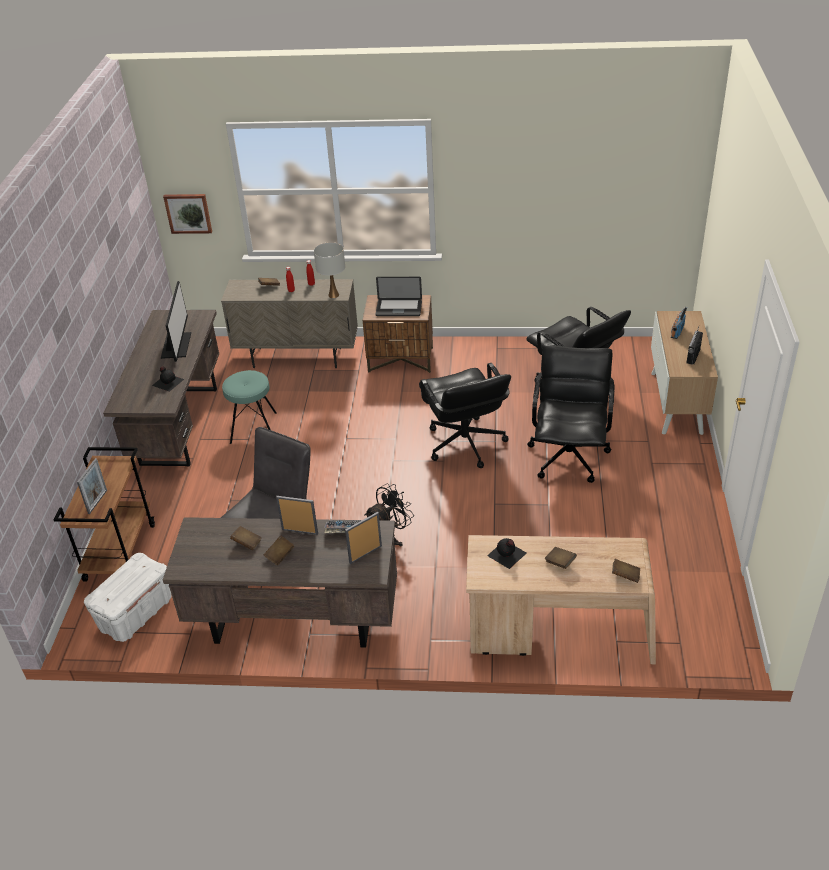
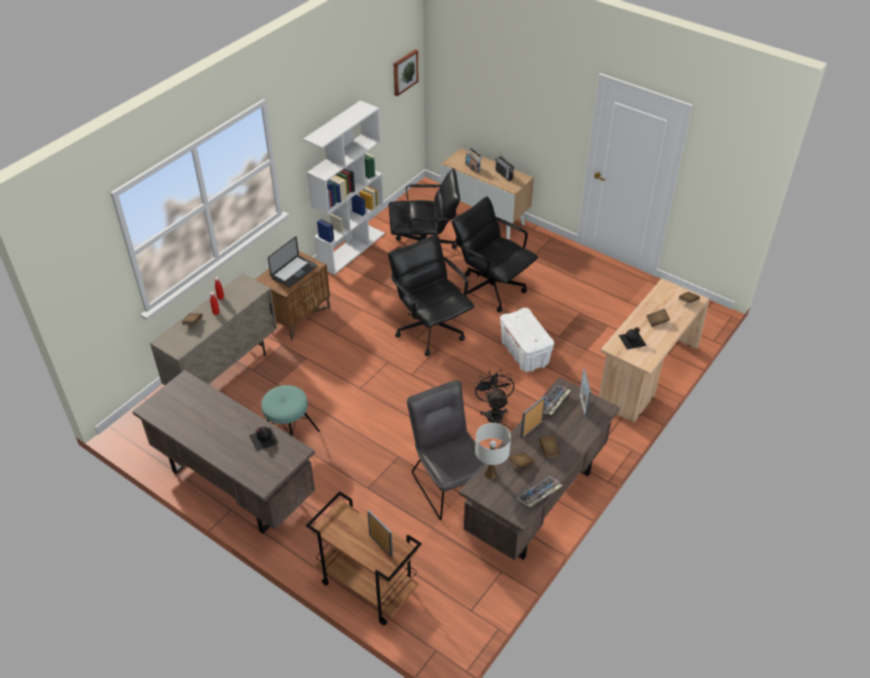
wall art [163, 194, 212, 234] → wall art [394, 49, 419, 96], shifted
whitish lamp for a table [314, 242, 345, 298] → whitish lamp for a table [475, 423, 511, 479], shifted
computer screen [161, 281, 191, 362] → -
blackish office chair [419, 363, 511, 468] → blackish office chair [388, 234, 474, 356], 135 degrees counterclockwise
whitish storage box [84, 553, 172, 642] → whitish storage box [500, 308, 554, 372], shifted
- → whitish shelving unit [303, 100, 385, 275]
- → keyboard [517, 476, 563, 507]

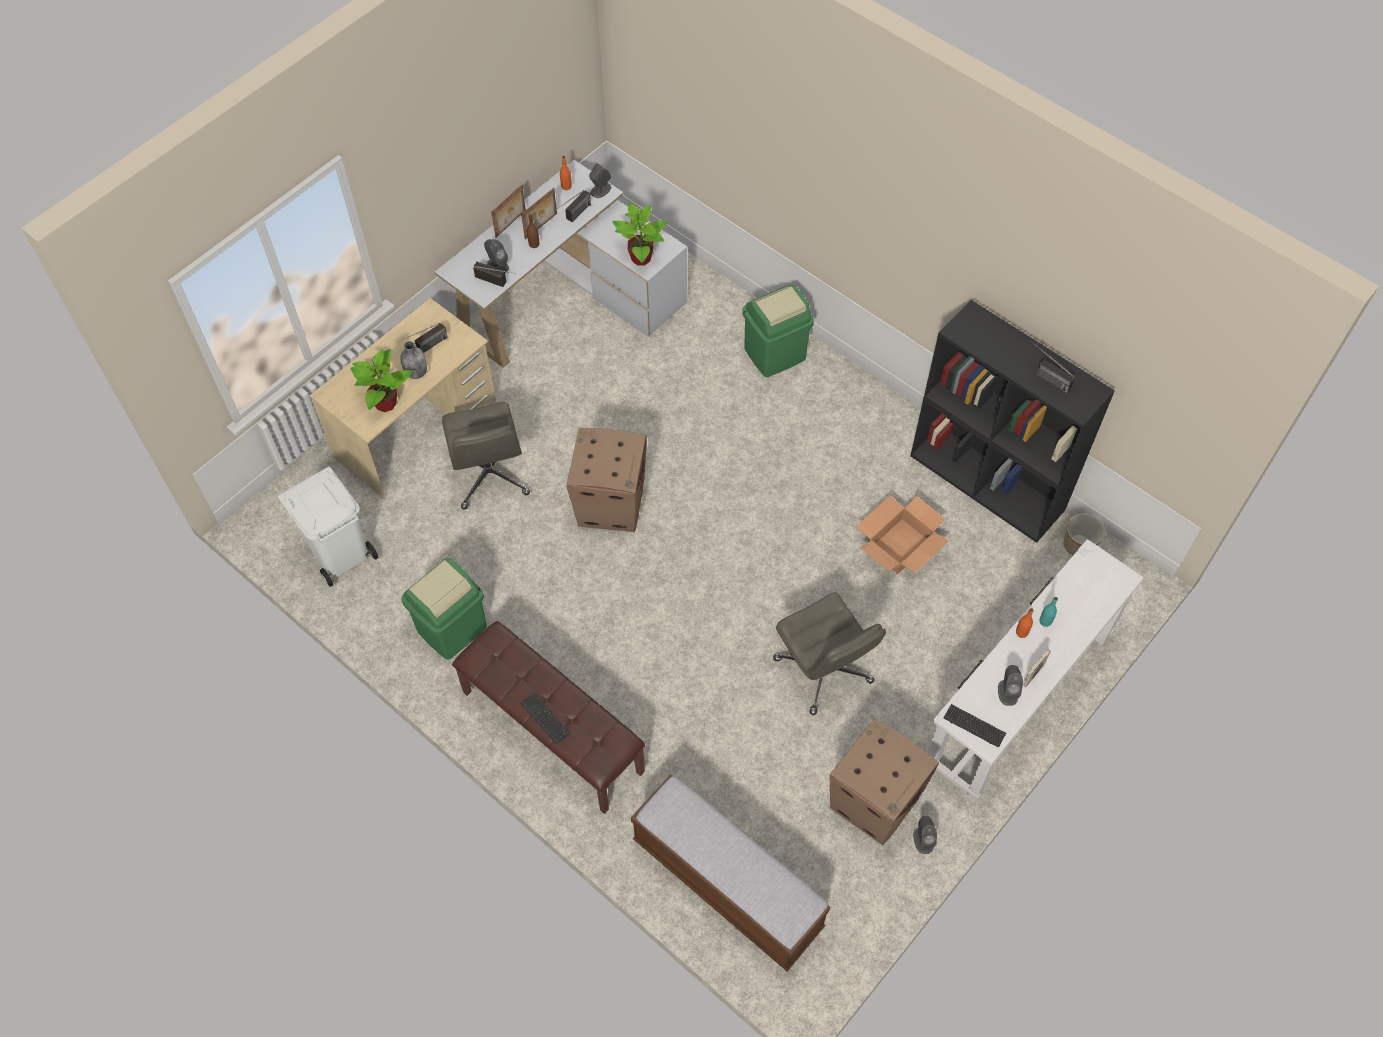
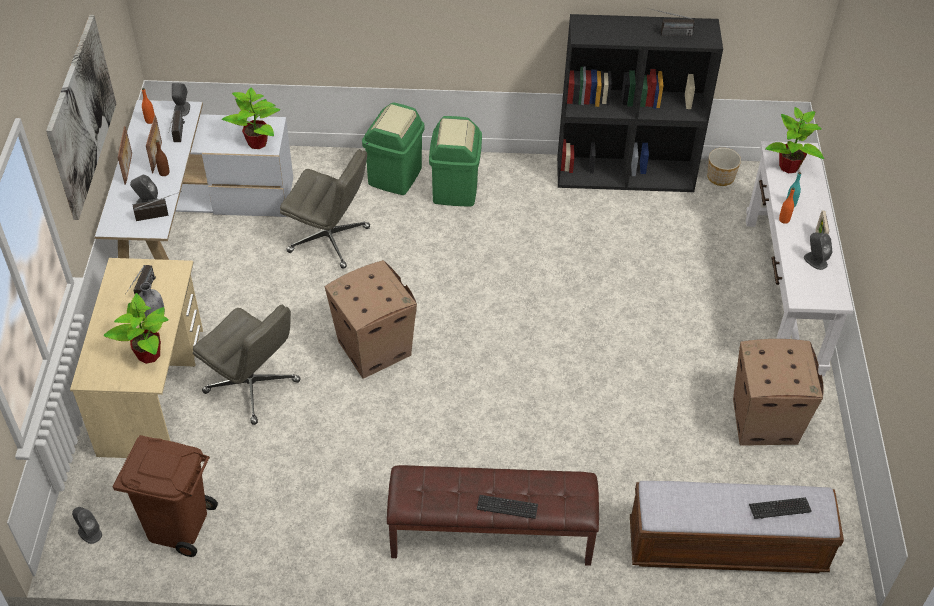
whitish trash can [278, 467, 379, 587] → brown-coloured trash can [113, 435, 218, 557]
cardboard box [856, 496, 949, 574] → -
greenish trash can [401, 558, 487, 660] → greenish trash can [429, 116, 482, 207], shifted
greyish office chair [773, 592, 886, 715] → greyish office chair [280, 149, 370, 269], shifted
keyboard [944, 704, 1006, 747] → keyboard [749, 497, 812, 519], shifted
greyish loudspeaker [913, 816, 937, 854] → greyish loudspeaker [72, 507, 102, 544], shifted
- → wall art [46, 15, 116, 220]
- → plant in a pot [765, 107, 824, 173]

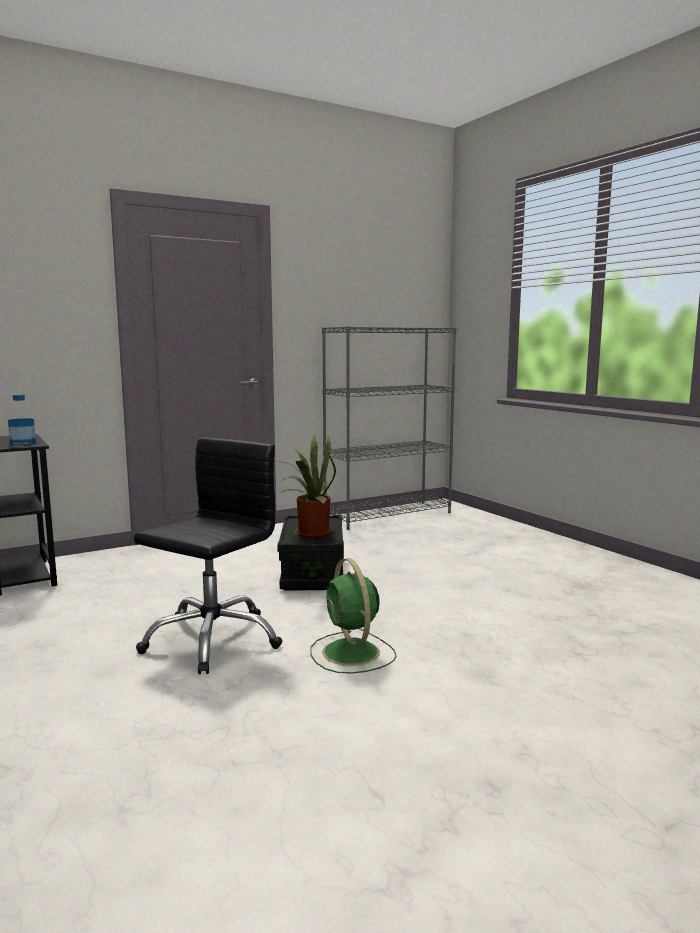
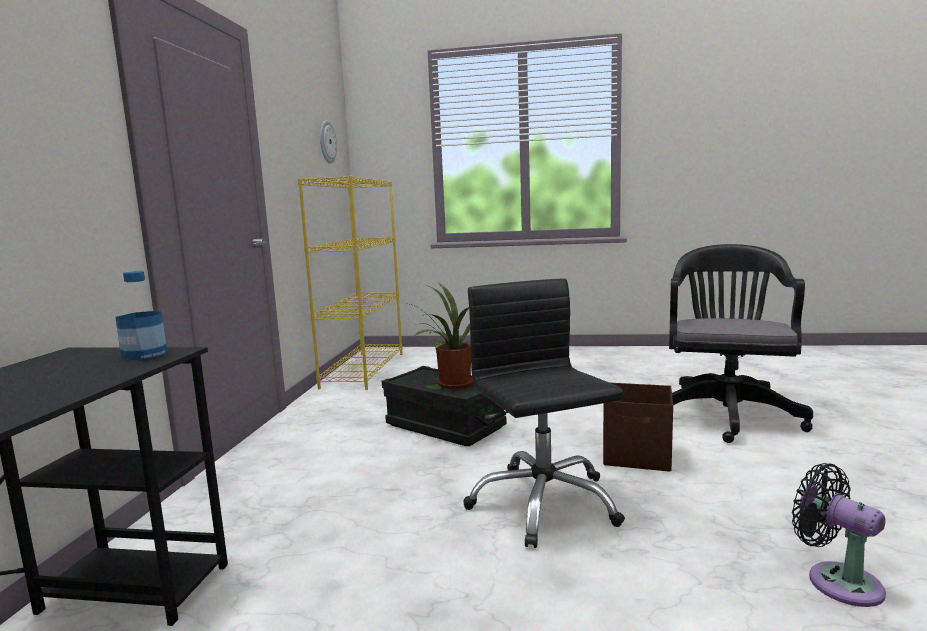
greyish shelving unit [322, 326, 456, 530] → yellow shelving unit [298, 176, 403, 390]
greenish cooling fan [310, 558, 396, 674] → brown-coloured storage box [603, 382, 673, 472]
- → wall clock [320, 120, 337, 164]
- → blackish office chair [669, 244, 813, 443]
- → blackish cooling fan [792, 463, 886, 607]

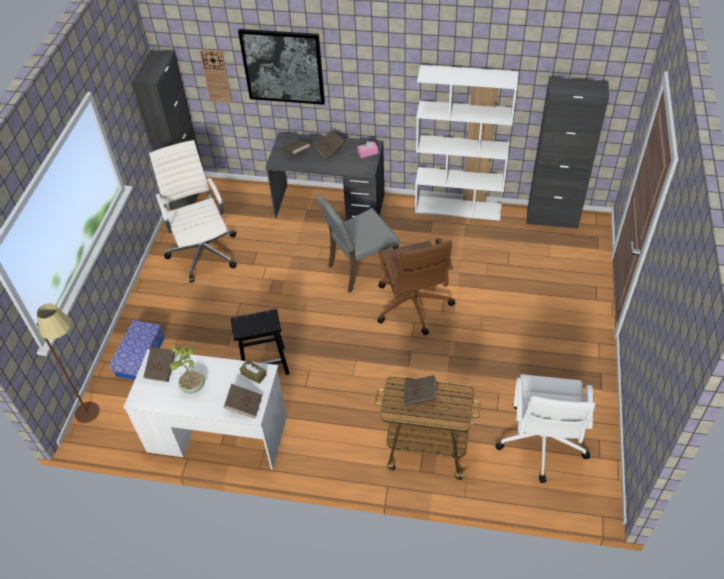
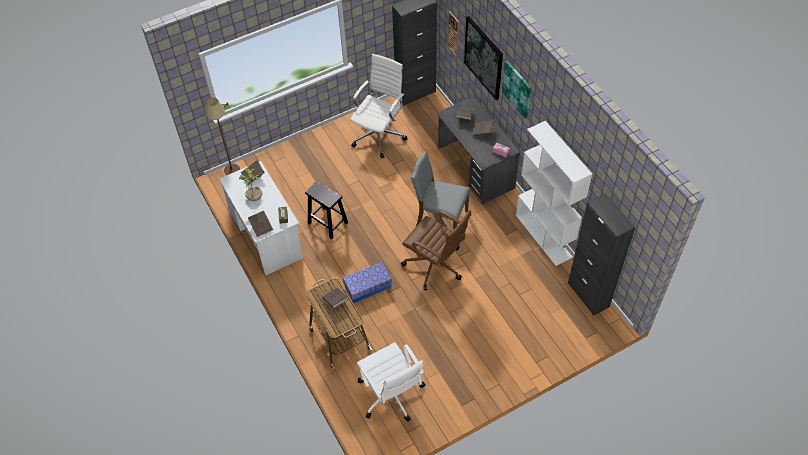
brown-coloured office chair [377, 238, 455, 335] → brown-coloured office chair [401, 210, 471, 290], 90 degrees counterclockwise
storage box [109, 320, 165, 380] → storage box [343, 262, 392, 303], shifted
whitish office chair [495, 374, 595, 483] → whitish office chair [357, 342, 426, 422], 90 degrees counterclockwise
- → wall art [502, 60, 532, 119]

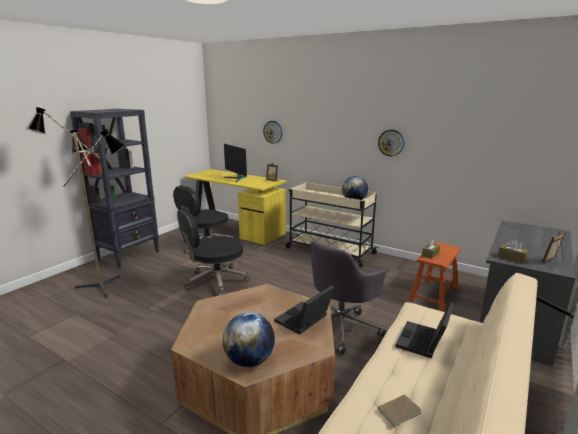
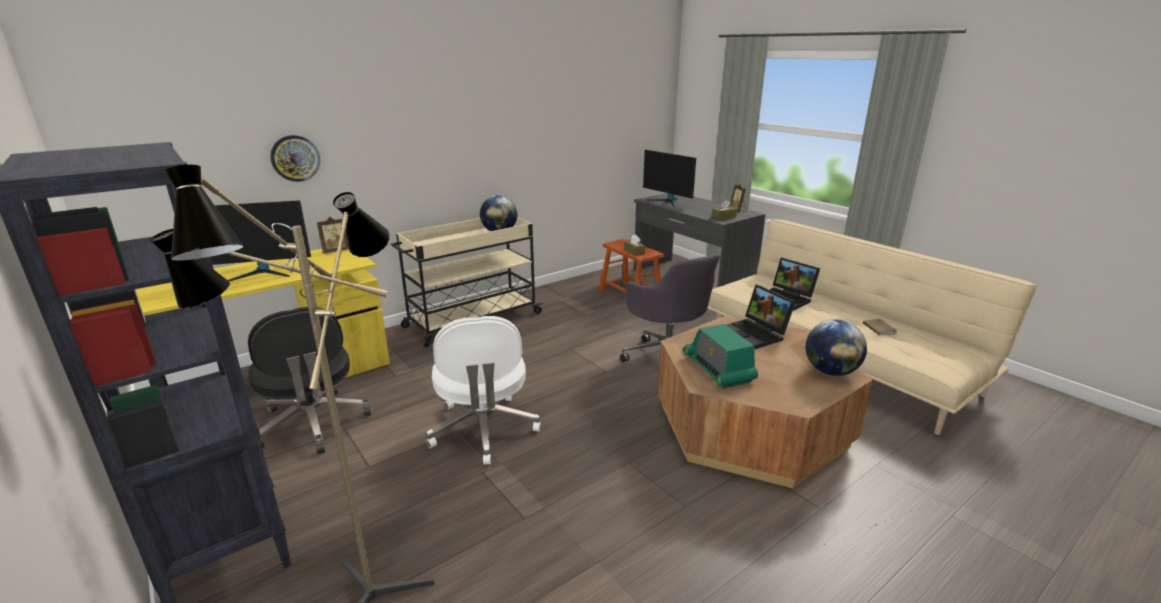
wall clock [378, 129, 404, 156] → -
blackish office chair [177, 208, 250, 296] → whitish office chair [426, 316, 541, 464]
- → computer screen [643, 150, 696, 207]
- → radio [683, 324, 758, 388]

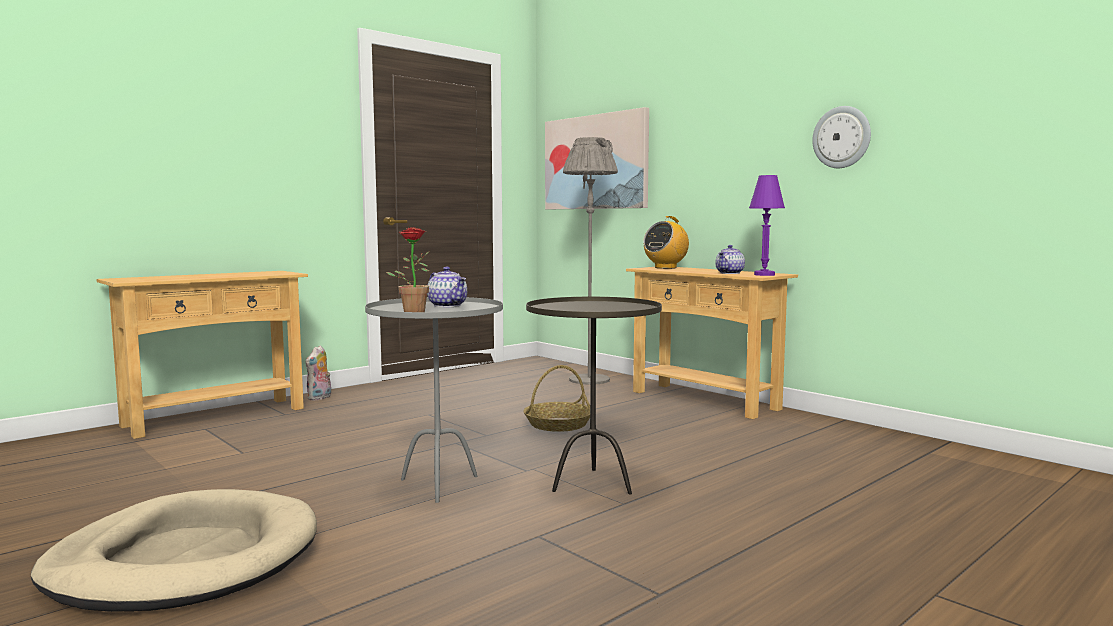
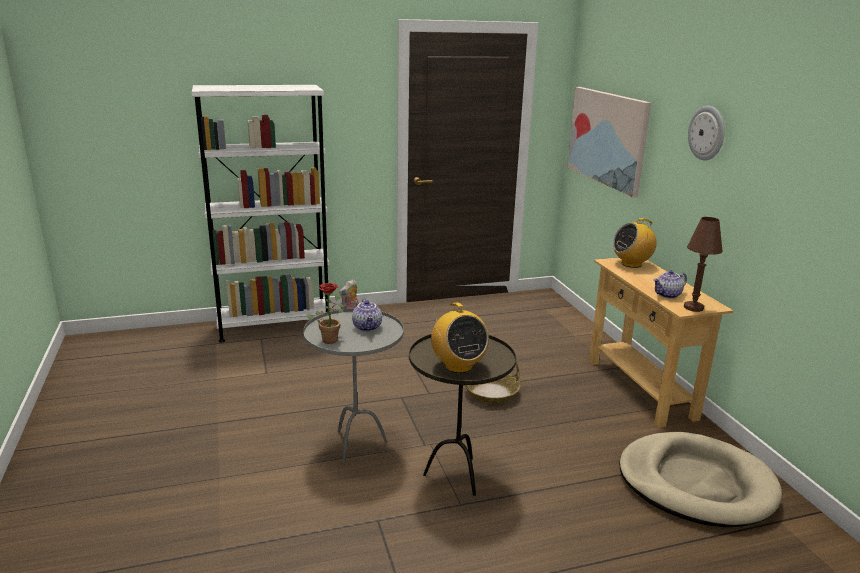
wall clock [812, 106, 871, 168] → wall clock [688, 106, 725, 161], shifted
greyish standing lamp [563, 137, 618, 385] → -
purple lamp for a table [749, 175, 785, 276] → brown-coloured lamp for a table [684, 217, 723, 312]
beige hall table [97, 271, 308, 439] → whitish shelving unit [192, 85, 329, 343]
beige dog cushion [31, 489, 317, 612] → beige dog cushion [619, 432, 782, 527], shifted
- → radio [431, 302, 489, 373]

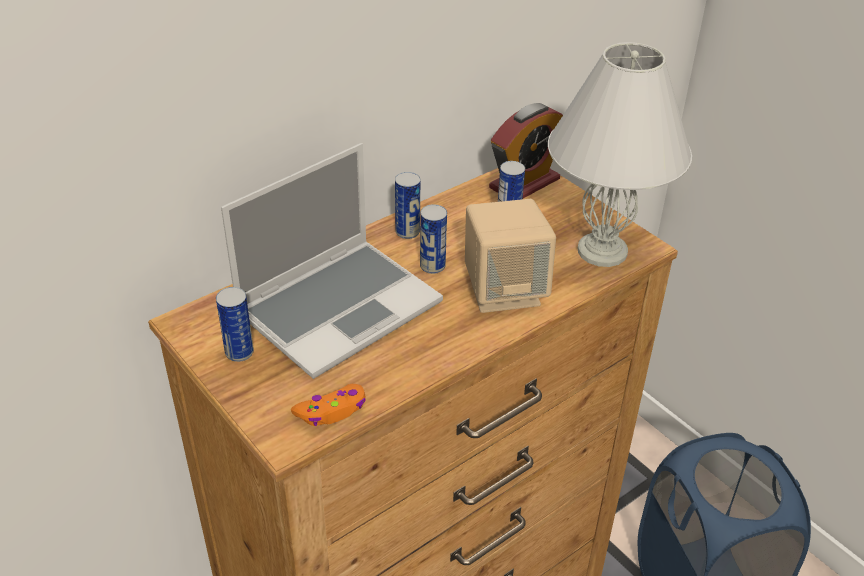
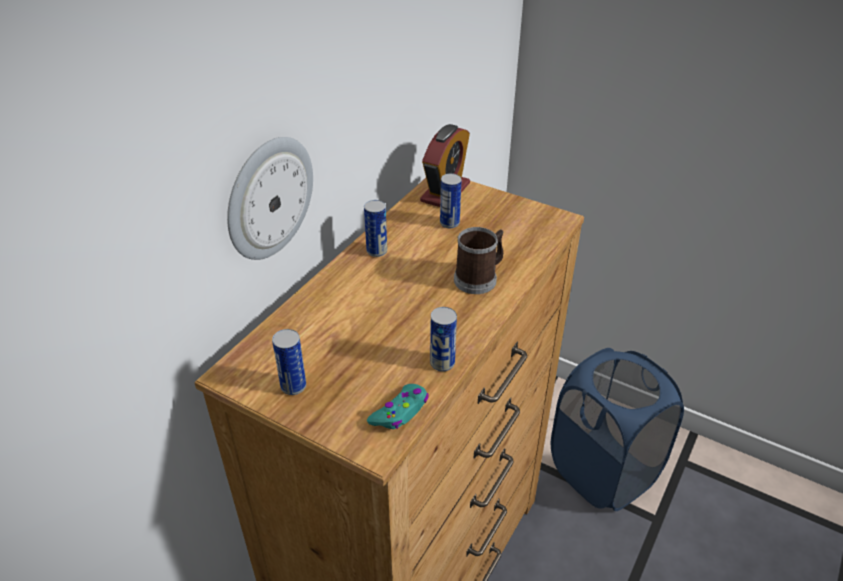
whitish lamp for a table [548, 42, 692, 267] → -
notebook computer [221, 143, 443, 379] → -
beige loudspeaker [465, 199, 556, 313] → tea mug [454, 227, 503, 294]
sealed can [420, 204, 447, 274] → sealed can [430, 307, 457, 372], shifted
orange joypad [291, 384, 366, 426] → turquoise joypad [367, 384, 429, 429]
- → wall clock [227, 137, 313, 260]

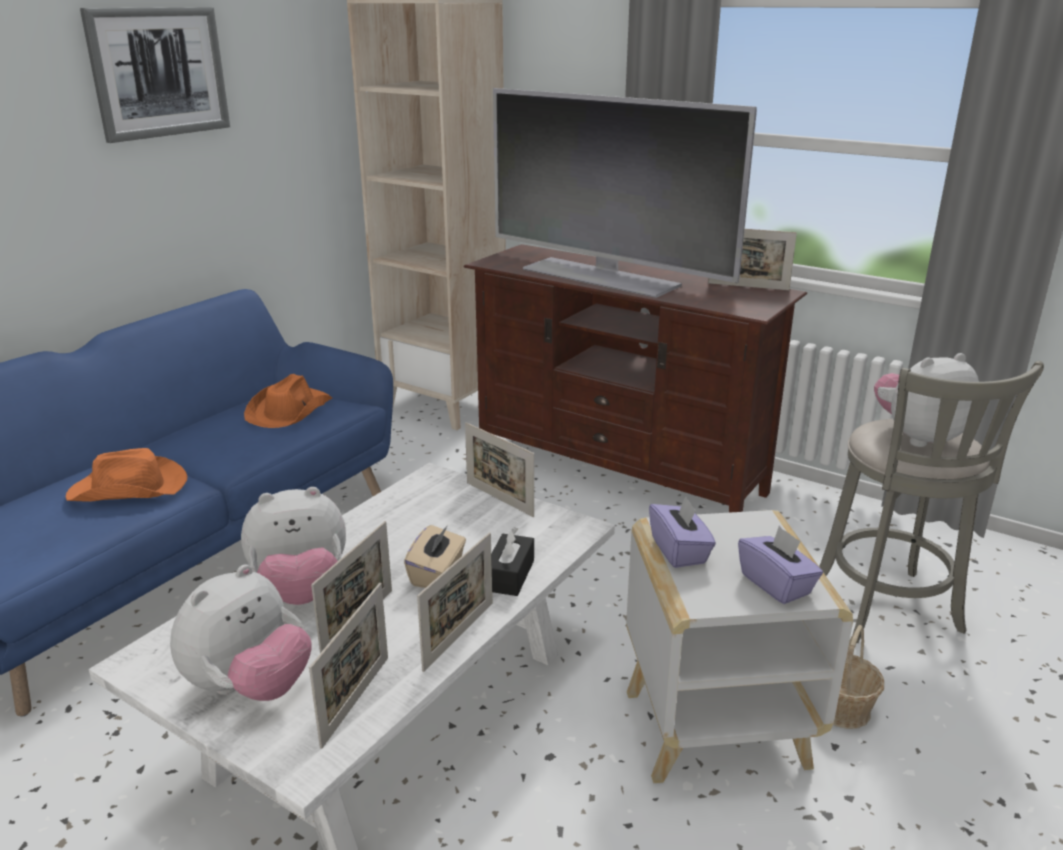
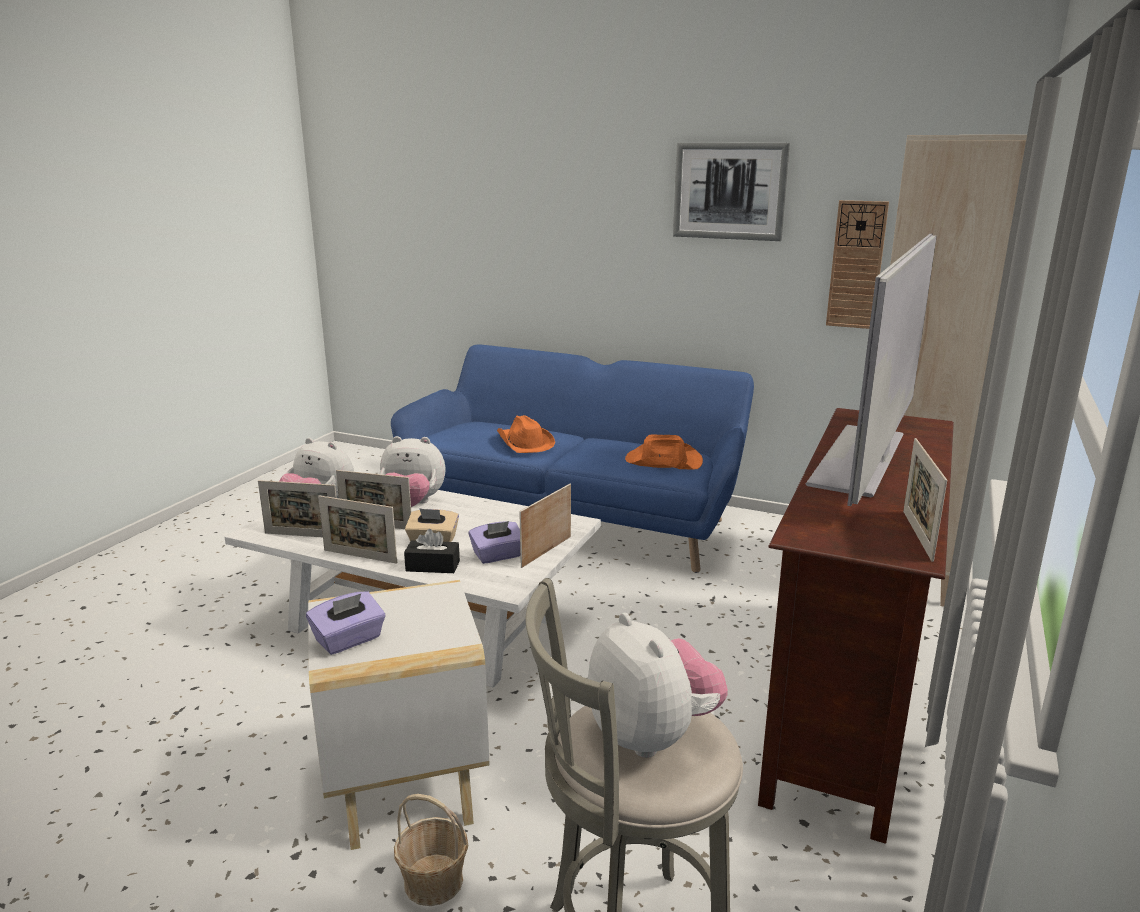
plush toy [241, 487, 346, 605] → plush toy [380, 436, 445, 507], 60 degrees counterclockwise
purple box of tissues [649, 496, 716, 568] → purple box of tissues [469, 521, 520, 564], shifted
- → wall clock [826, 200, 889, 329]

